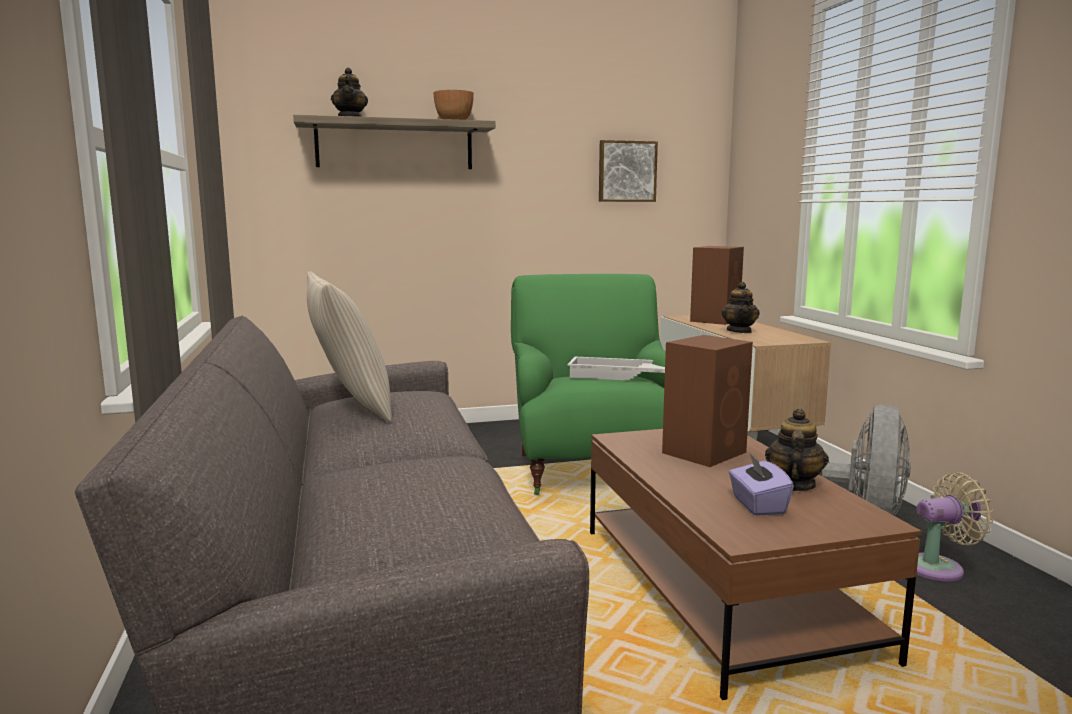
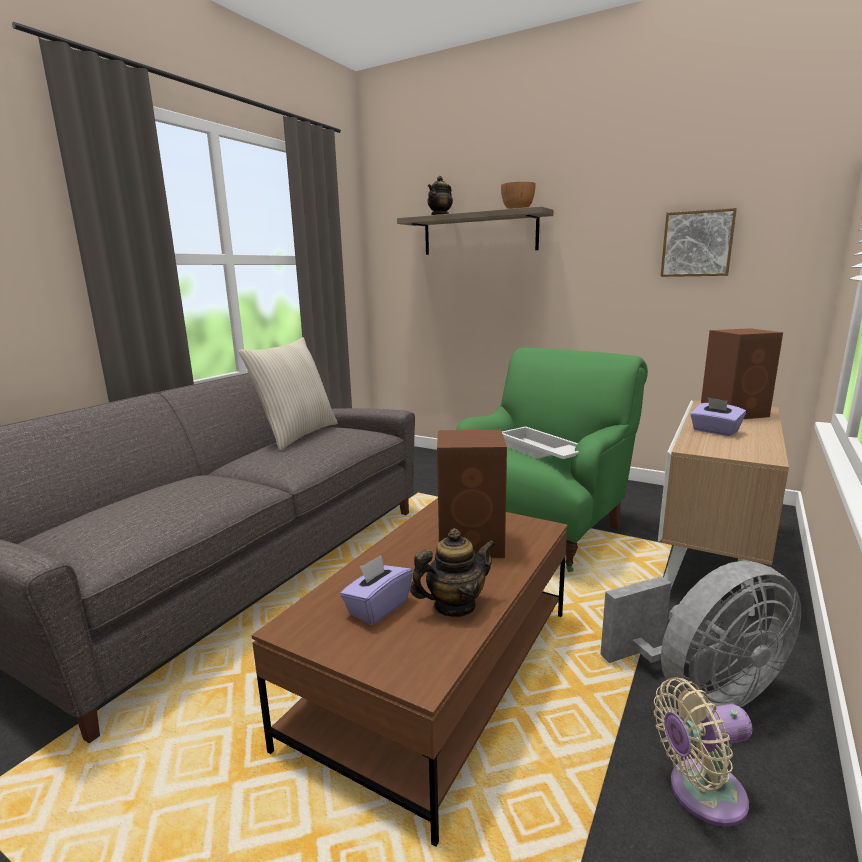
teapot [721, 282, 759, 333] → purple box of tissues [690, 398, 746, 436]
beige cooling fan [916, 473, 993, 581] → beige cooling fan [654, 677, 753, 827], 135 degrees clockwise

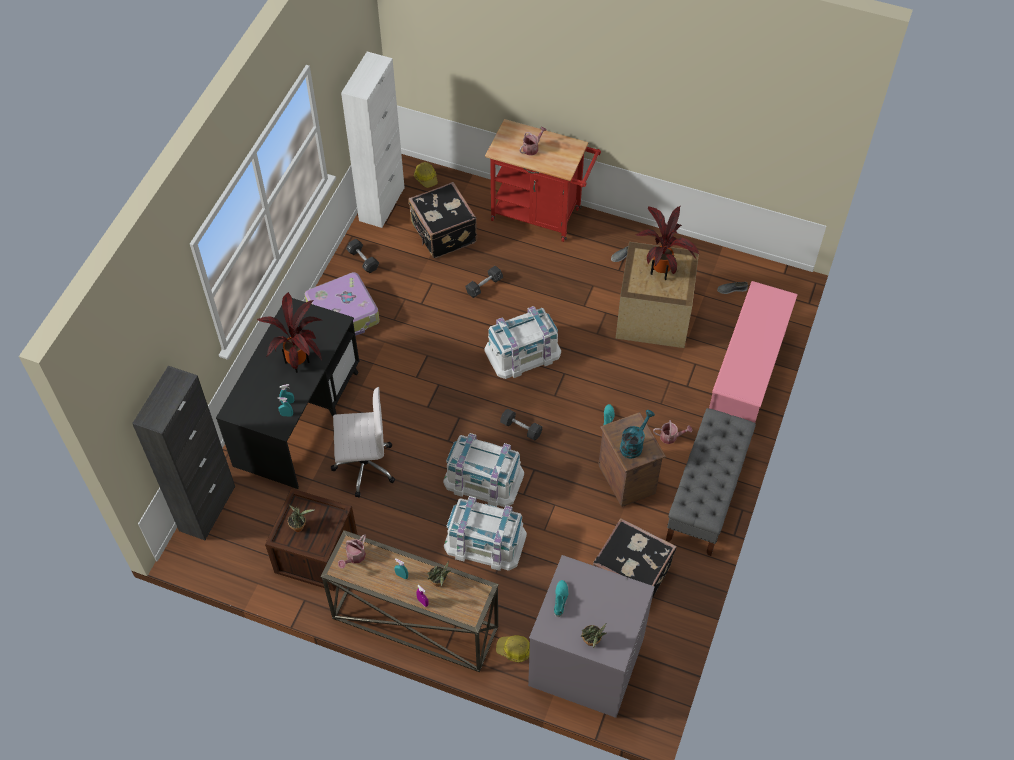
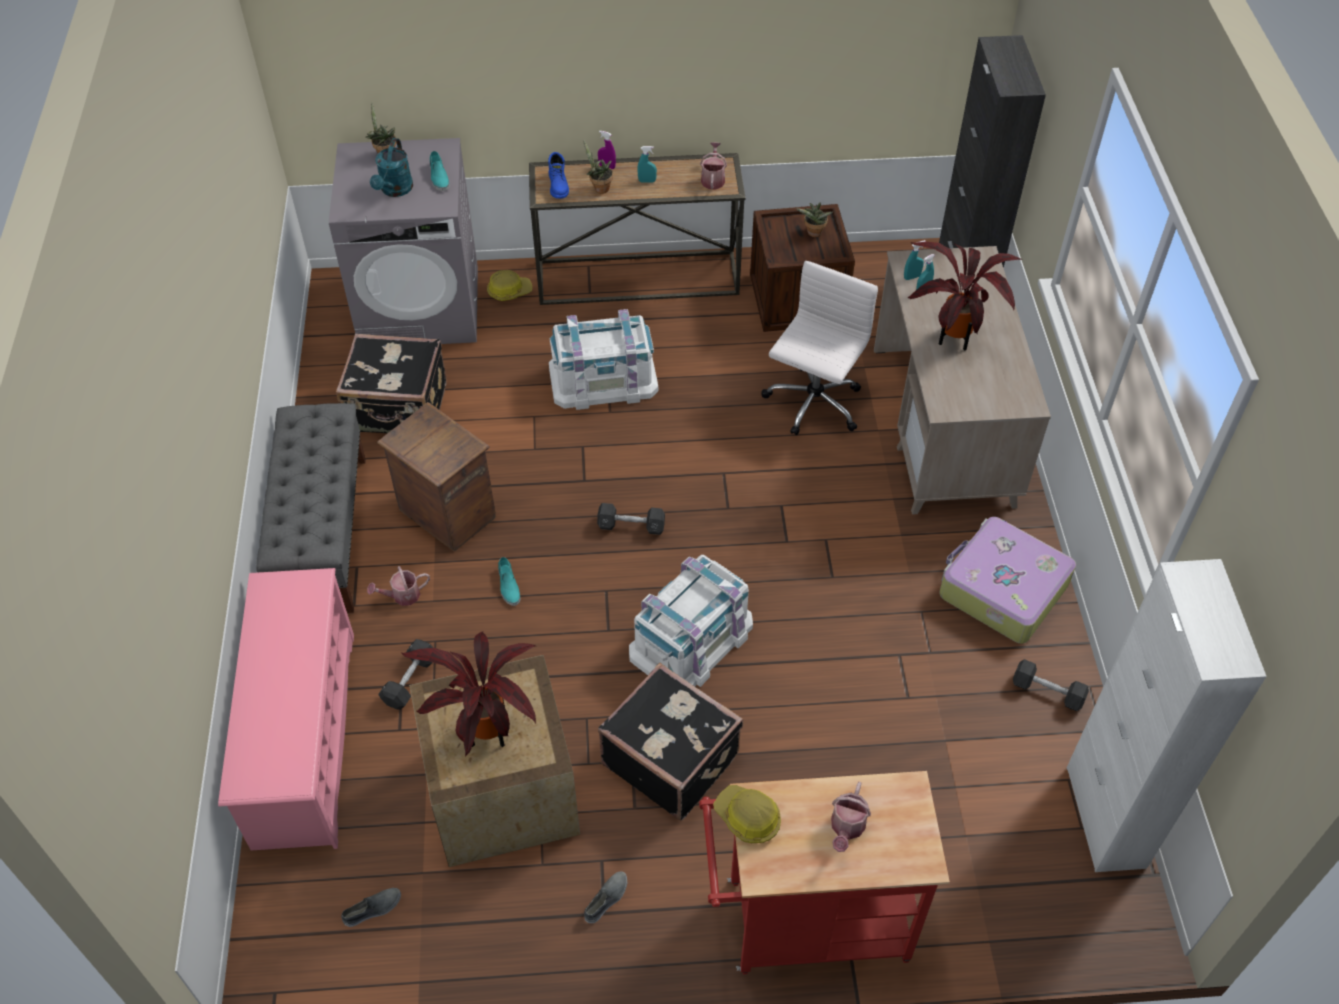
work helmet [414, 162, 438, 188] → work helmet [713, 785, 781, 843], shifted
blackish travel case [408, 182, 477, 258] → blackish travel case [598, 663, 743, 821], shifted
blackish free weight [465, 266, 503, 298] → blackish free weight [378, 639, 433, 710], shifted
blackish desk unit [216, 298, 359, 489] → beige desk unit [874, 246, 1051, 515]
whitish office chair [331, 387, 395, 498] → whitish office chair [761, 261, 878, 435], 150 degrees clockwise
turquoise watering can [620, 410, 655, 459] → turquoise watering can [370, 138, 413, 197], shifted
whitish storage box [443, 433, 524, 507] → -
- → blue high-top boot [548, 152, 569, 199]

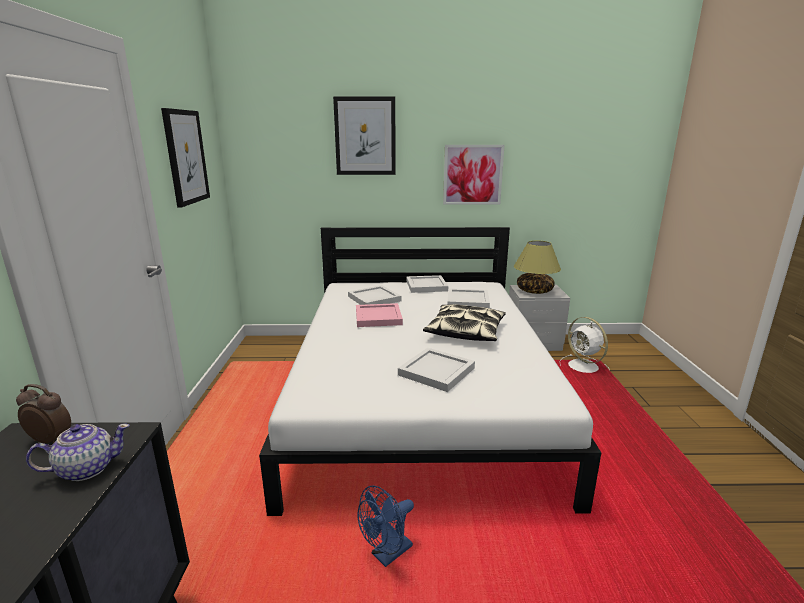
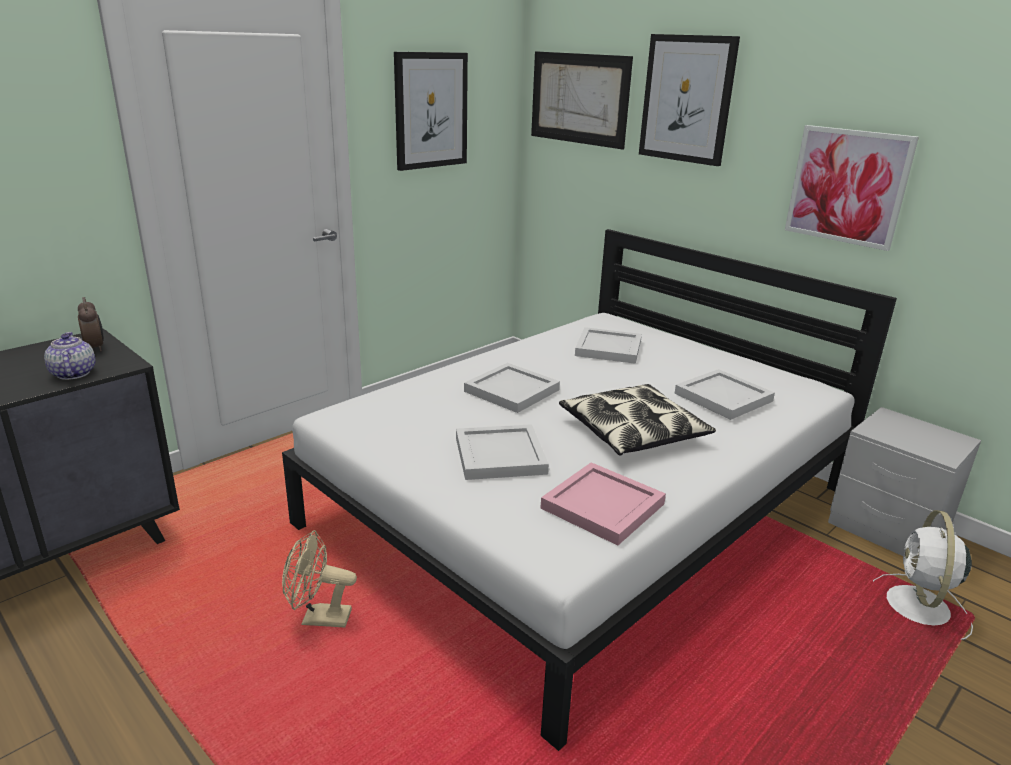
lamp for a table [514, 241, 561, 294] → -
whitish serving tray [406, 275, 448, 293] → whitish serving tray [464, 363, 560, 413], shifted
pink-coloured serving tray [356, 303, 403, 327] → pink-coloured serving tray [541, 462, 666, 546], shifted
teapot [26, 424, 130, 481] → teapot [44, 332, 95, 380], 135 degrees counterclockwise
blue cooling fan [358, 486, 414, 567] → beige cooling fan [282, 530, 357, 628]
- → wall art [531, 51, 633, 150]

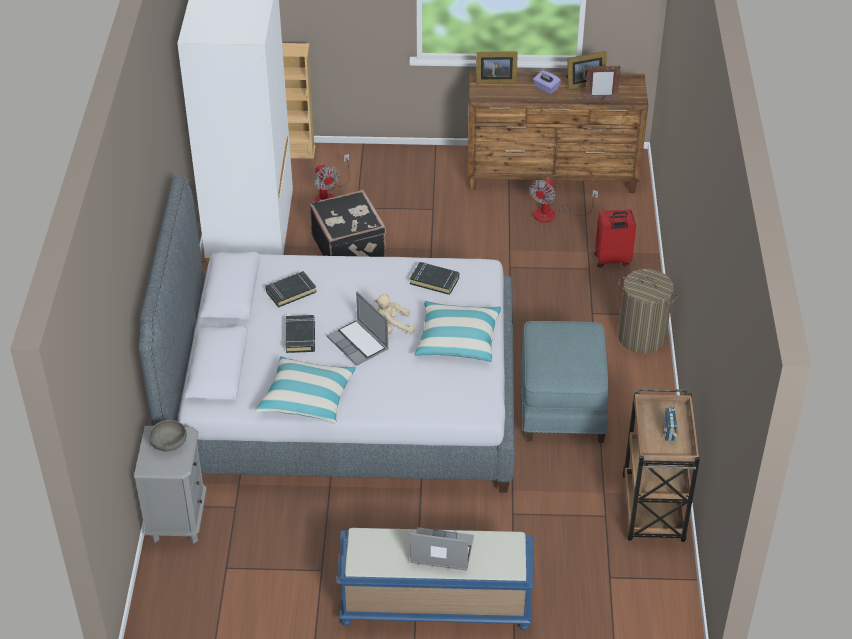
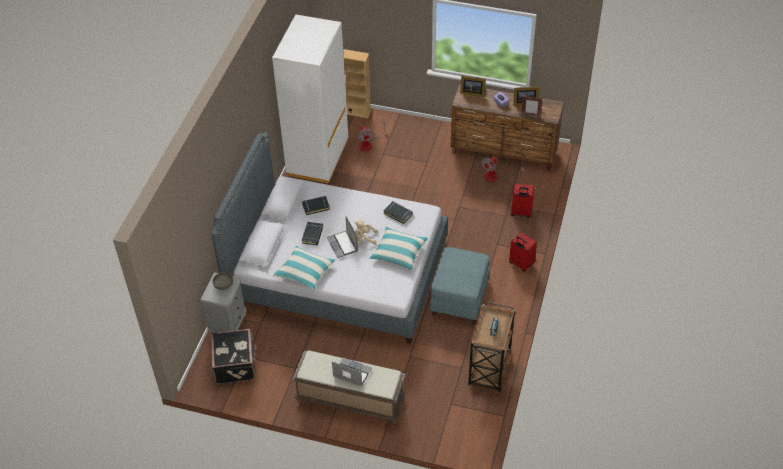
blackish travel case [310, 190, 386, 257] → blackish travel case [211, 329, 257, 384], shifted
hamper [618, 269, 678, 353] → red travel case [509, 233, 537, 272]
blue bench [336, 528, 534, 630] → brown-coloured bench [292, 351, 406, 424]

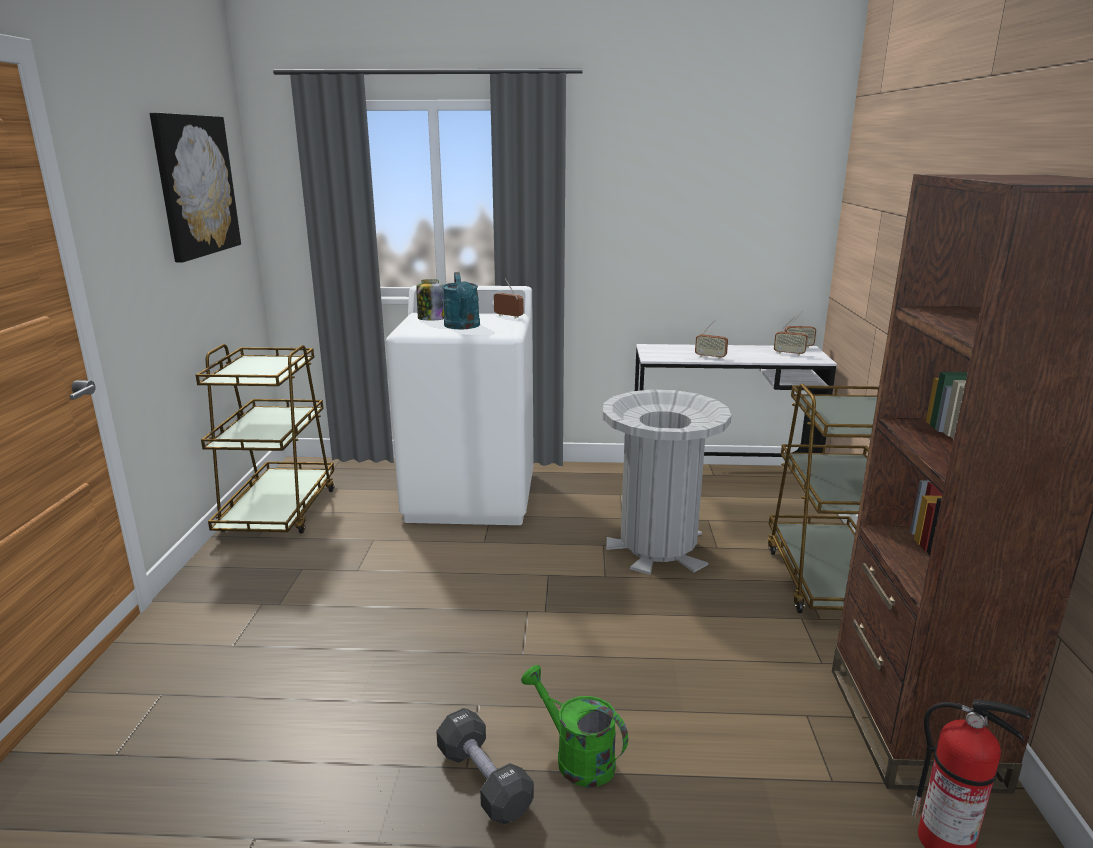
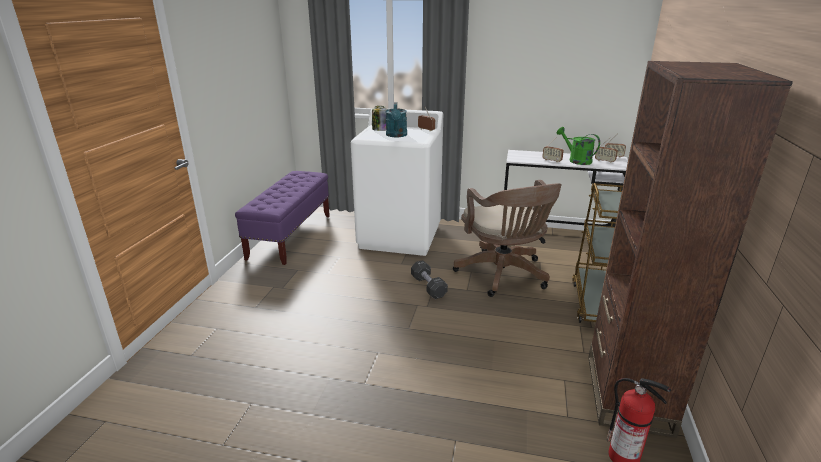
wall art [150, 113, 241, 262] → -
brown-coloured trolley [196, 344, 335, 533] → purple bench [235, 171, 330, 265]
greyish trash can [603, 389, 731, 575] → brown-coloured office chair [453, 180, 562, 297]
greenish watering can [521, 665, 628, 787] → greenish watering can [557, 127, 600, 165], shifted
blackish free weight [436, 708, 534, 824] → blackish free weight [411, 260, 448, 299], shifted

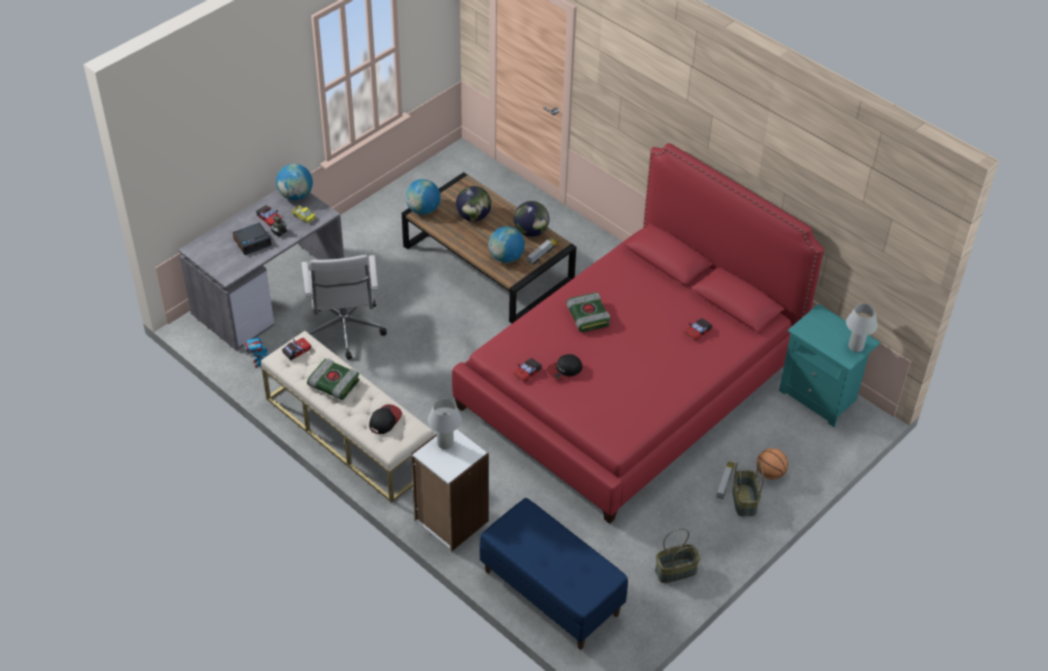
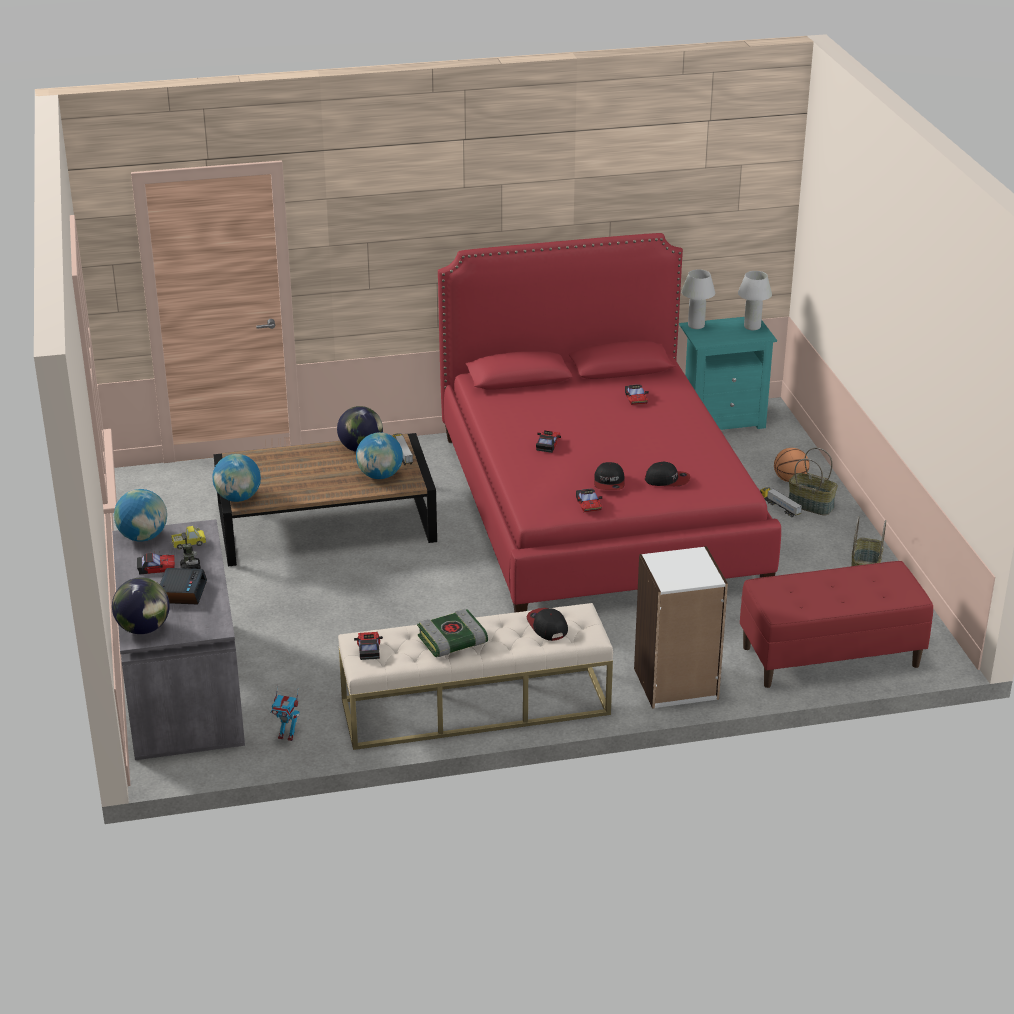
globe [456, 186, 491, 222] → globe [112, 578, 170, 634], shifted
whitish office chair [302, 255, 387, 360] → -
book [566, 292, 610, 332] → toy car [536, 431, 561, 453]
whitish lamp for a table [428, 399, 462, 449] → whitish lamp for a table [681, 269, 715, 329], shifted
blue bench [479, 498, 628, 650] → red bench [740, 561, 933, 688]
- → cap [645, 462, 690, 486]

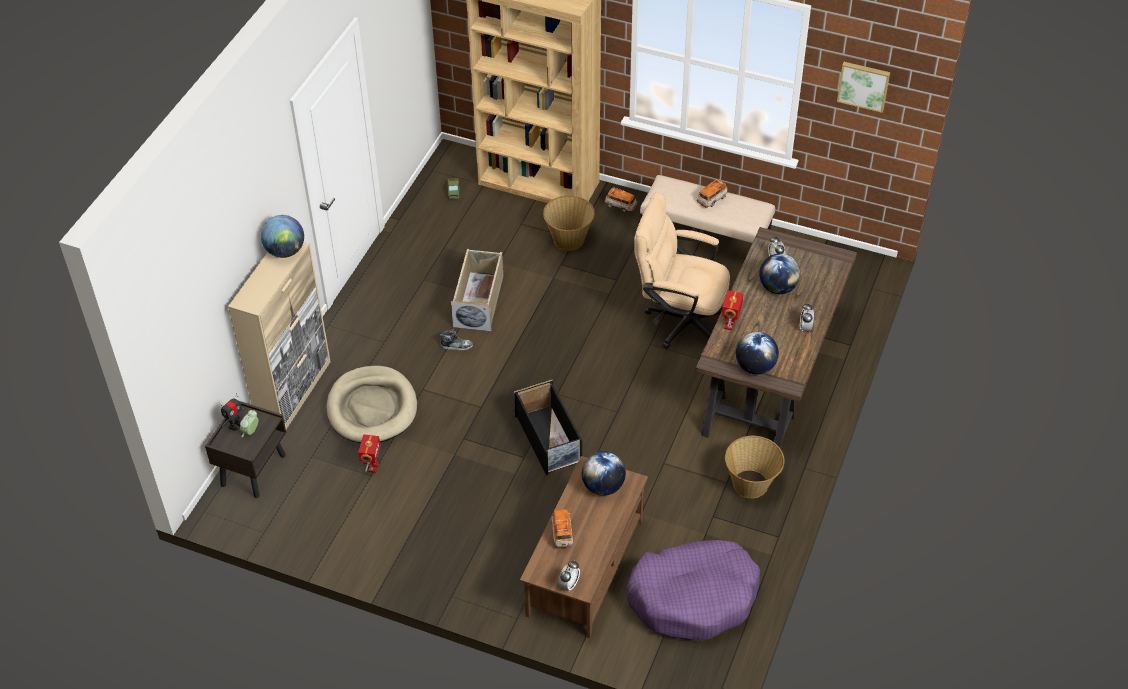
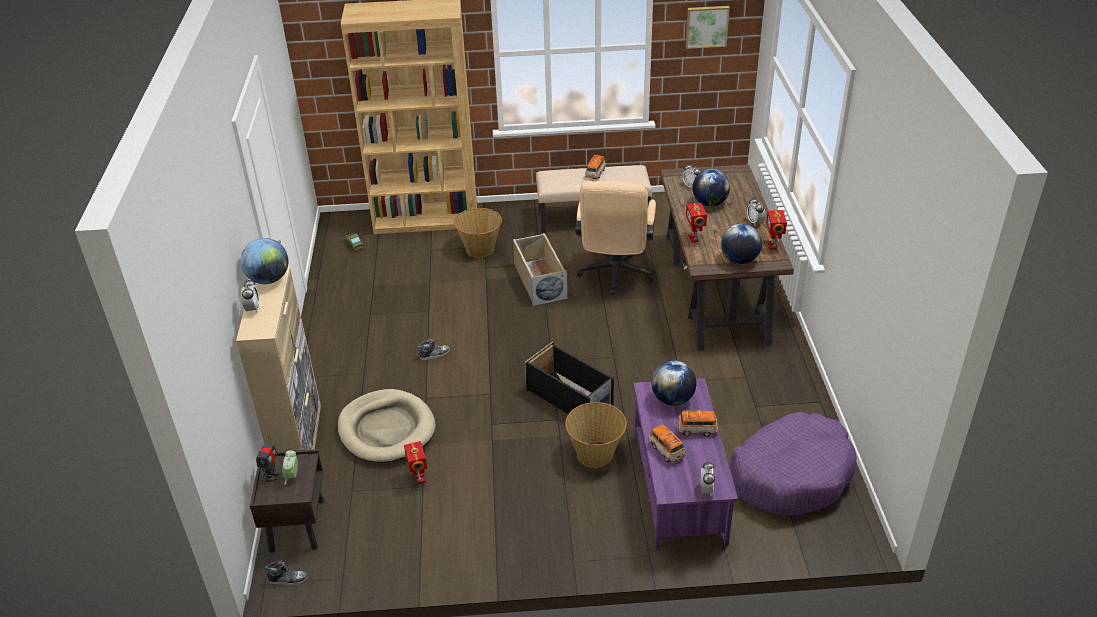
toy car [605, 188, 637, 212] → toy car [677, 410, 719, 437], shifted
beige office chair [634, 193, 730, 349] → beige office chair [575, 181, 656, 295], 75 degrees counterclockwise
beige storage box [451, 249, 503, 331] → beige storage box [513, 233, 568, 306], shifted
storage basket [725, 436, 784, 498] → storage basket [565, 402, 627, 467], shifted
brown-coloured coffee table [520, 456, 648, 638] → purple coffee table [634, 378, 738, 551]
- → robot figure [766, 210, 787, 249]
- → alarm clock [241, 279, 260, 313]
- → shoe [265, 560, 308, 585]

